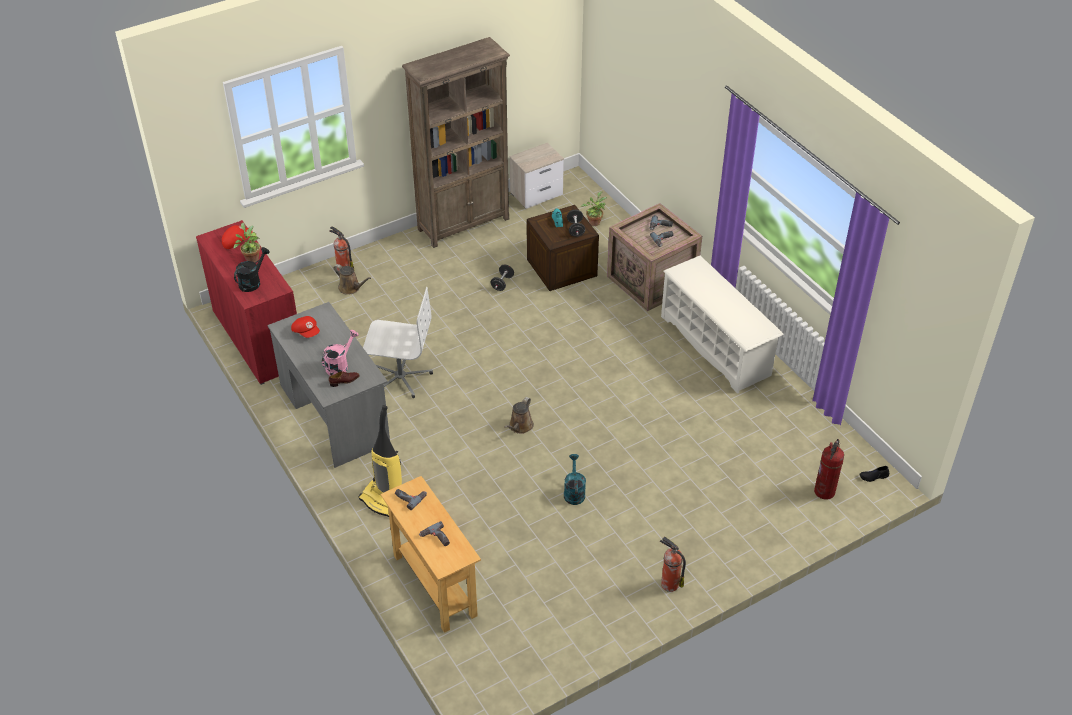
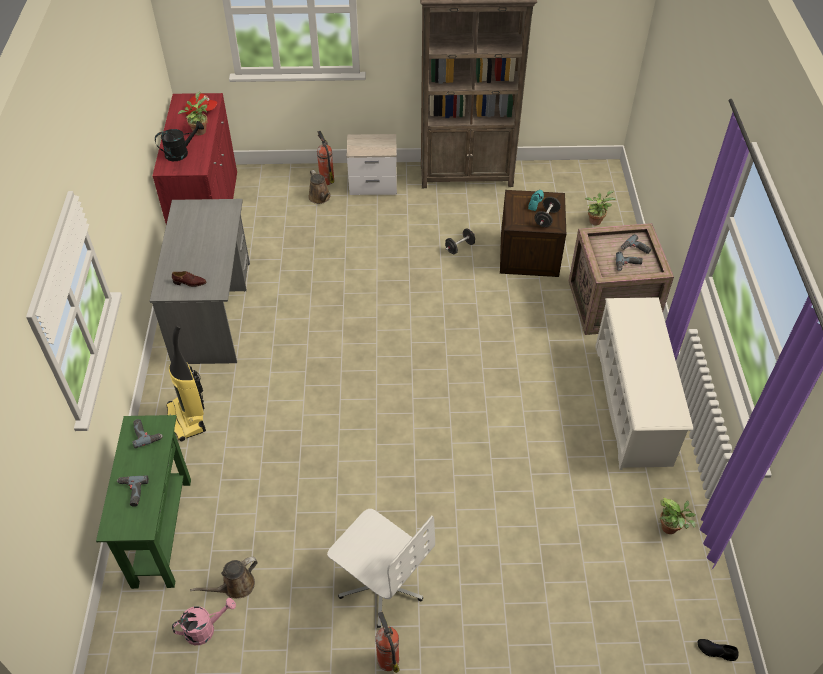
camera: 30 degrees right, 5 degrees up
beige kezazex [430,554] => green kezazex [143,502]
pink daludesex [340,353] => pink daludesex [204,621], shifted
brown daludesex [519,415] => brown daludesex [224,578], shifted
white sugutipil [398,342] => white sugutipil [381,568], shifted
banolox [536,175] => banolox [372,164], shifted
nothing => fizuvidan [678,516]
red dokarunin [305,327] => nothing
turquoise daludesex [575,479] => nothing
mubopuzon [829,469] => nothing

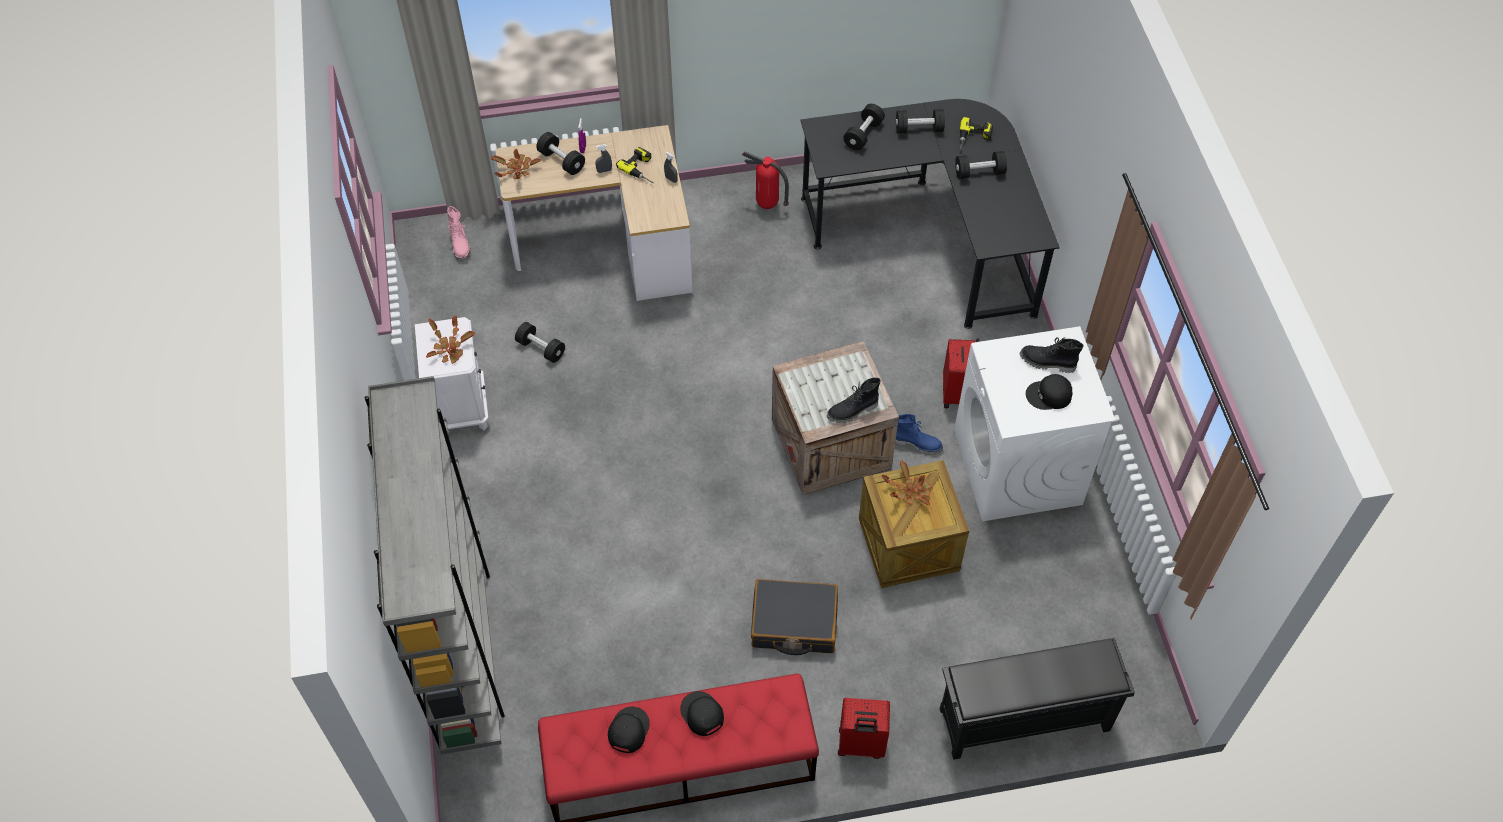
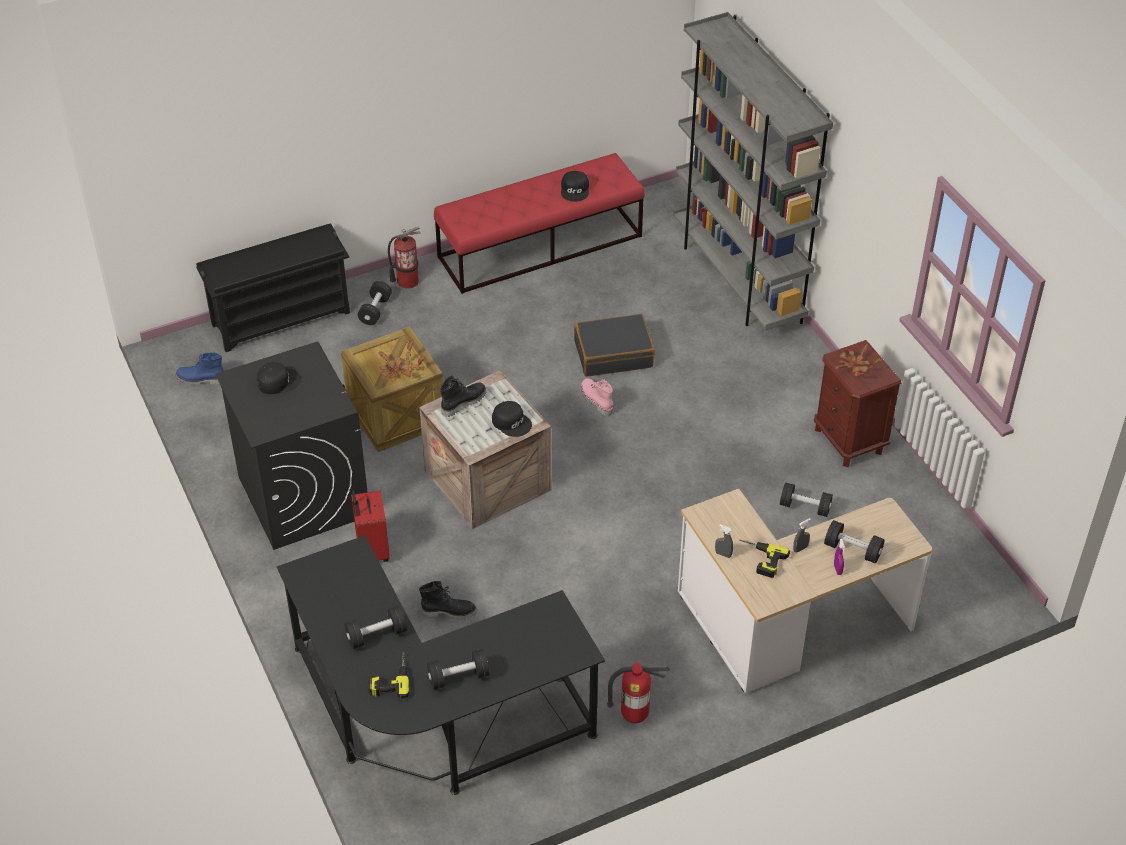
camera: 165 degrees right, 10 degrees down
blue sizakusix [919,434] => blue sizakusix [200,368], shifted
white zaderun [1035,423] => black zaderun [291,446]
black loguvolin [864,127] => black loguvolin [375,303], shifted
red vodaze [864,728] => mubopuzon [404,257]
black sizakusix [1051,355] => black sizakusix [448,600], shifted
black dokarunin [702,713] => black dokarunin [512,419], shifted
black vodaze [794,617] => black vodaze [614,345], shifted
pink sizakusix [459,234] => pink sizakusix [597,397], shifted
white banolox [452,375] => brown banolox [858,403]
fizuvidan [516,164] => nothing

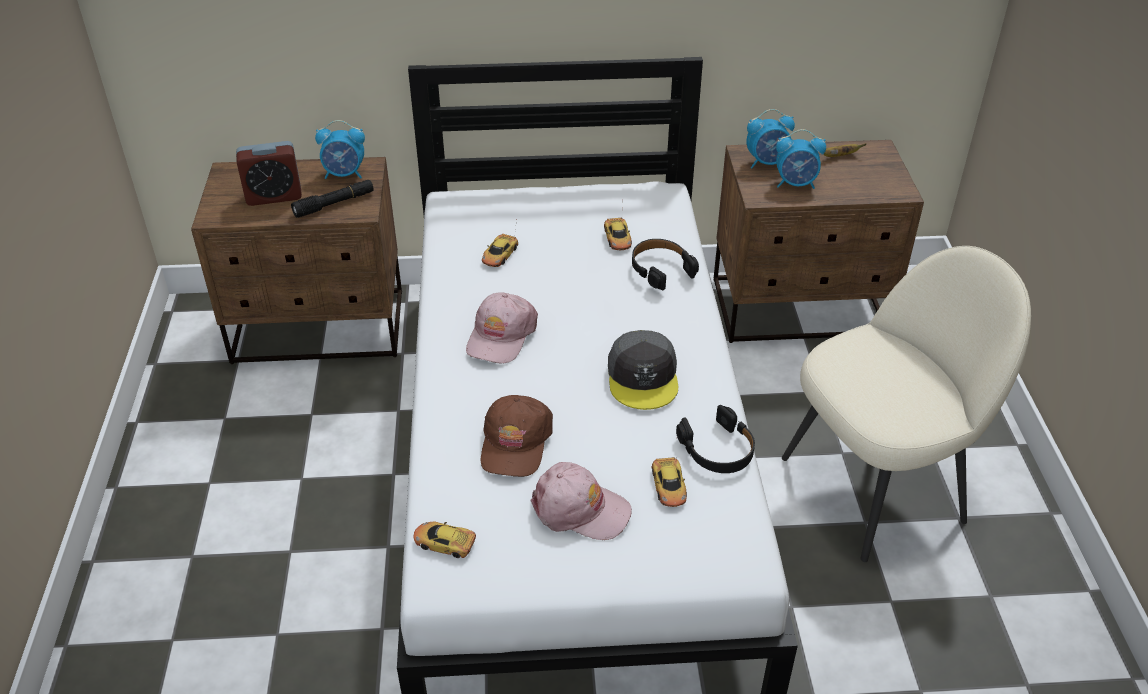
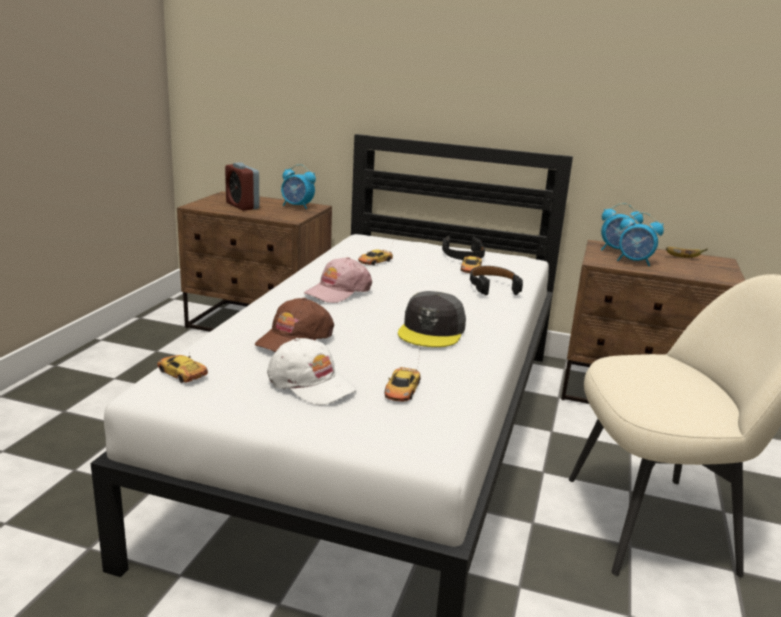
camera: 20 degrees right, 20 degrees down
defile [269,173] => defile [242,186], 45 degrees clockwise
pink dokarunin [581,501] => white dokarunin [312,372]
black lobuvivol [715,439] => black lobuvivol [463,248], shifted
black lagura [332,199] => nothing

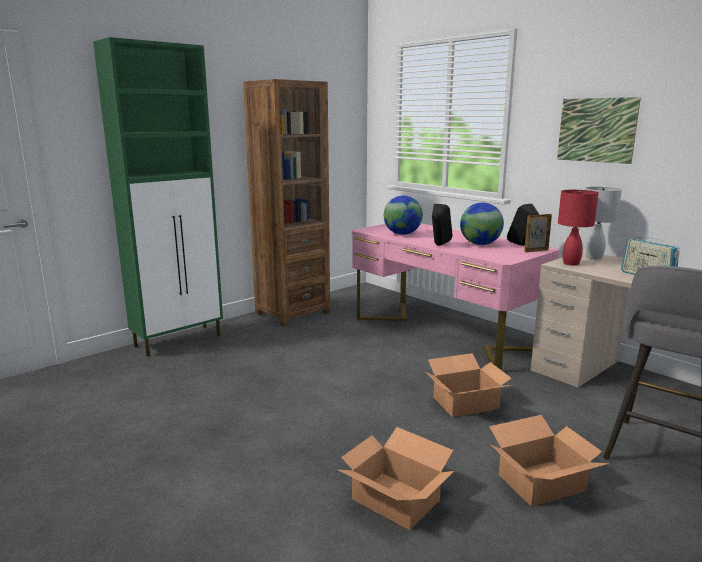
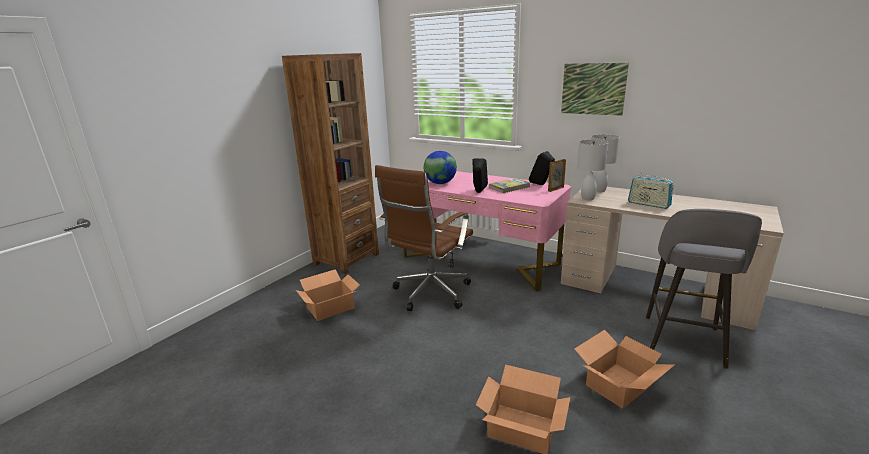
camera: 15 degrees left, 5 degrees up
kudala [468,385] => kudala [328,295], shifted
nothing => brown sugutipil [424,238]
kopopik [482,224] => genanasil [509,185]
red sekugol [578,227] => white sekugol [592,170]
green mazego [158,197] => nothing

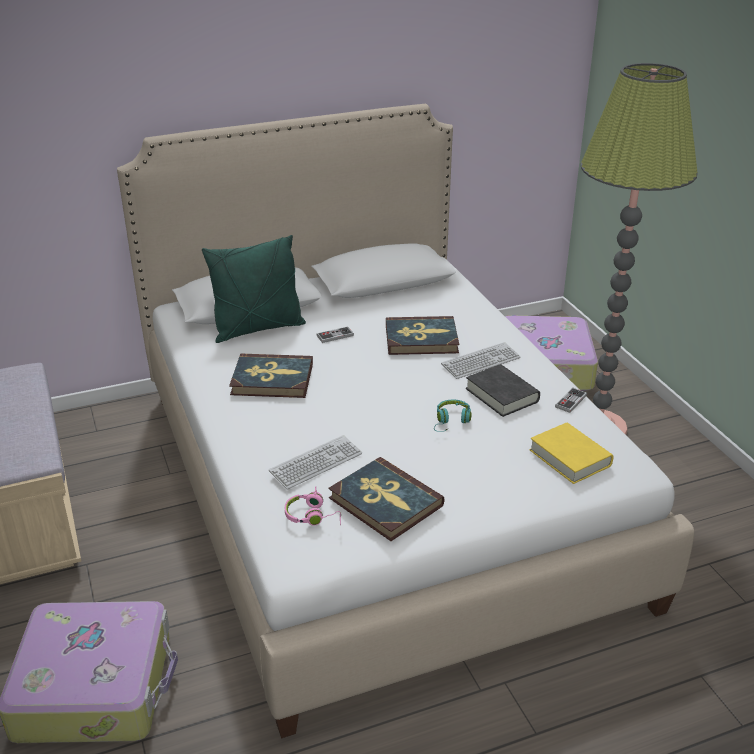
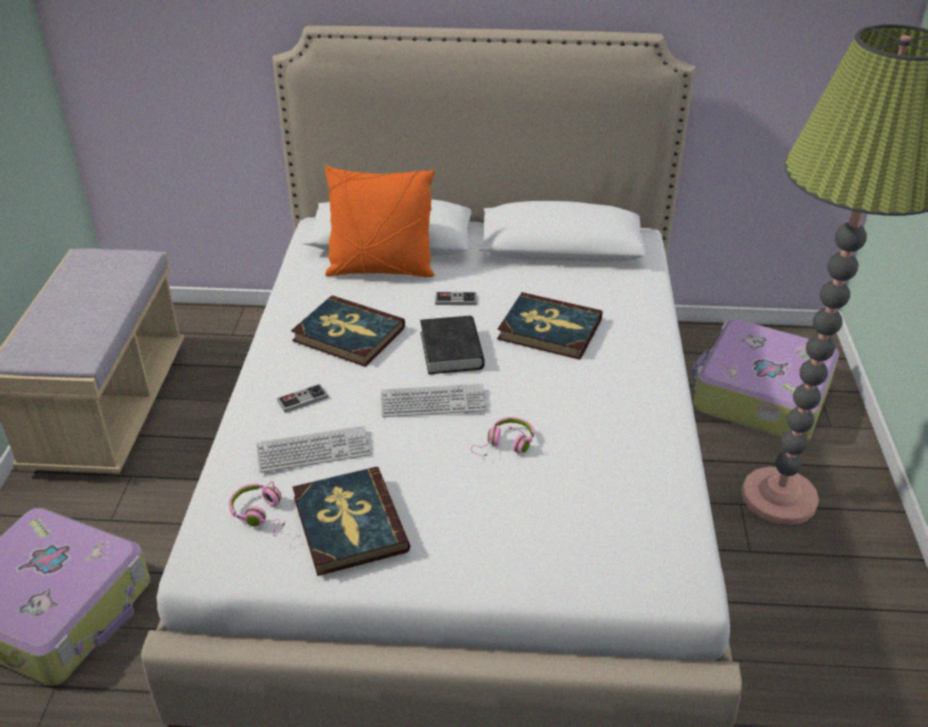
camera: 25 degrees right, 5 degrees up
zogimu [571,400] => zogimu [302,398], shifted
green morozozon [254,289] => orange morozozon [380,221]
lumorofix [480,360] => lumorofix [434,400], shifted
black genanasil [503,390] => black genanasil [452,345], shifted
turquoise lobuvivol [453,416] => pink lobuvivol [502,436]
yellow genanasil [571,453] => nothing

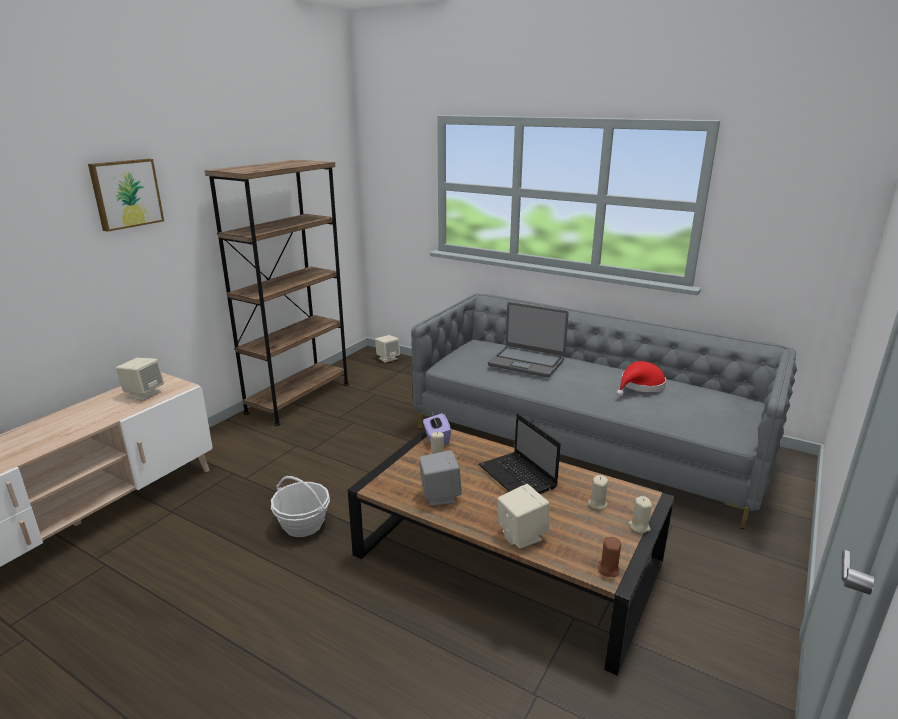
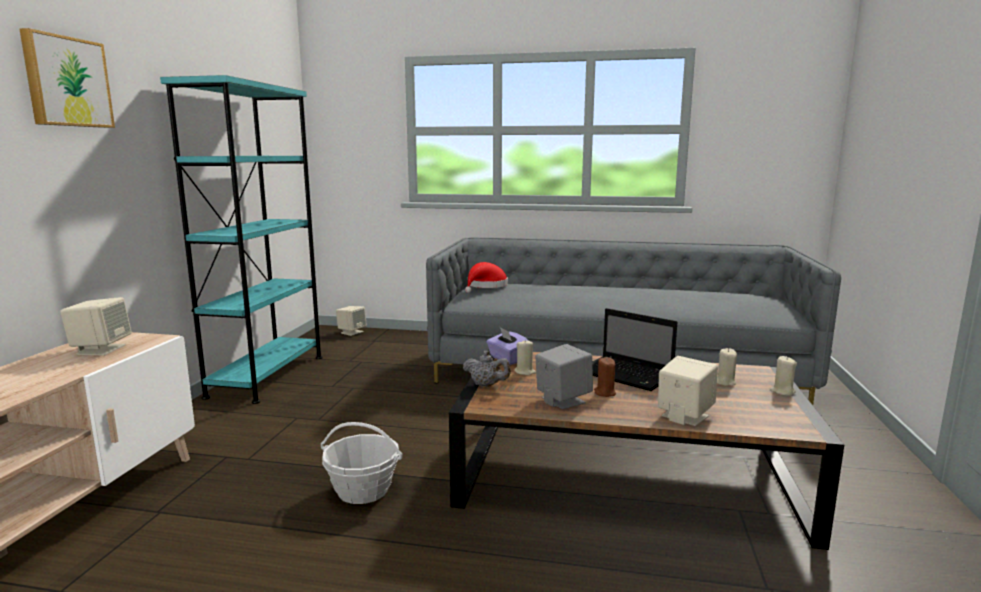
camera: 20 degrees left, 10 degrees down
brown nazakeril [277,293] => turquoise nazakeril [241,239]
nothing => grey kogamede [487,369]
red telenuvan [641,378] => red telenuvan [486,277], shifted
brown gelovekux [609,557] => brown gelovekux [605,377], shifted
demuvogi [528,340] => nothing

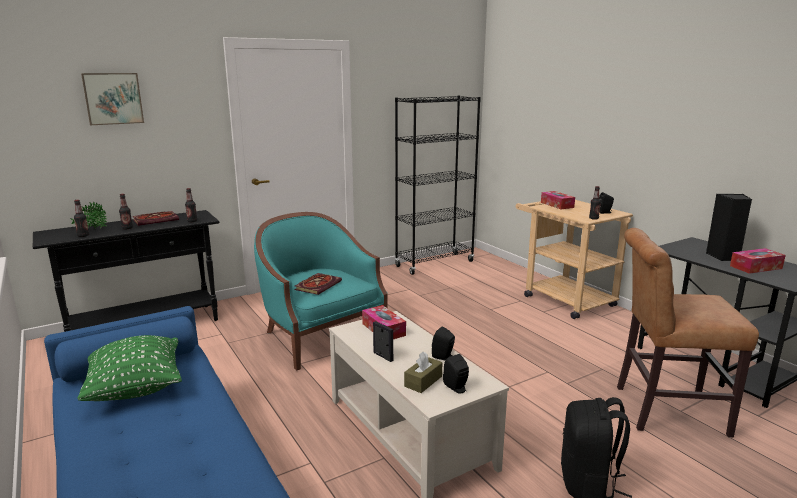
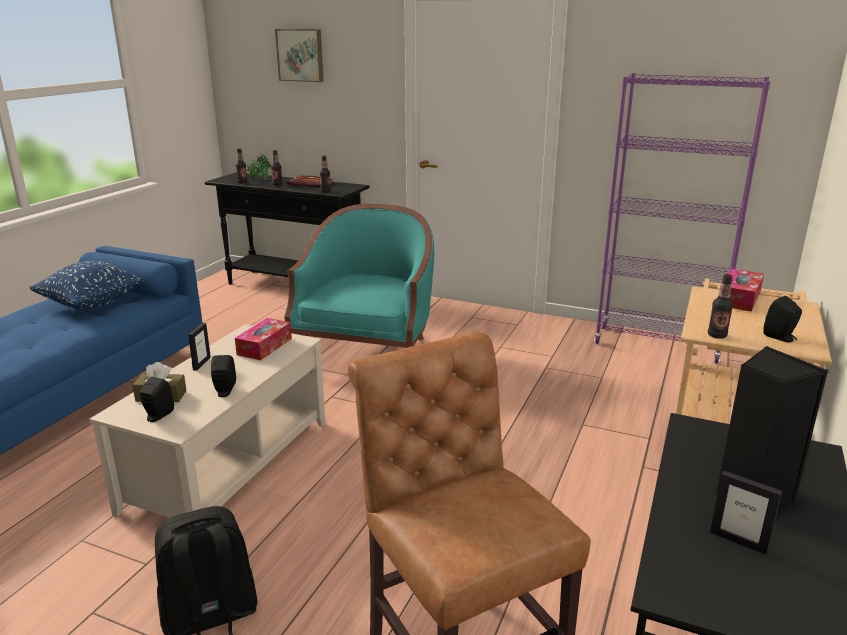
camera: 55 degrees right, 5 degrees up
green morozozon [130,368] => blue morozozon [86,285]
black nazakeril [438,185] => purple nazakeril [682,218]
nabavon [758,261] => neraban [746,513]
genanasil [318,284] => nothing

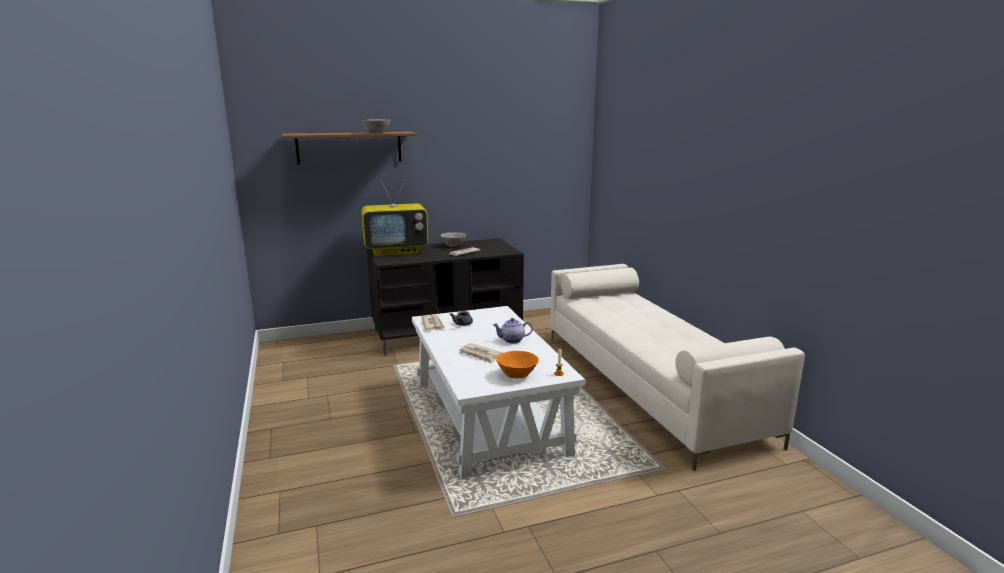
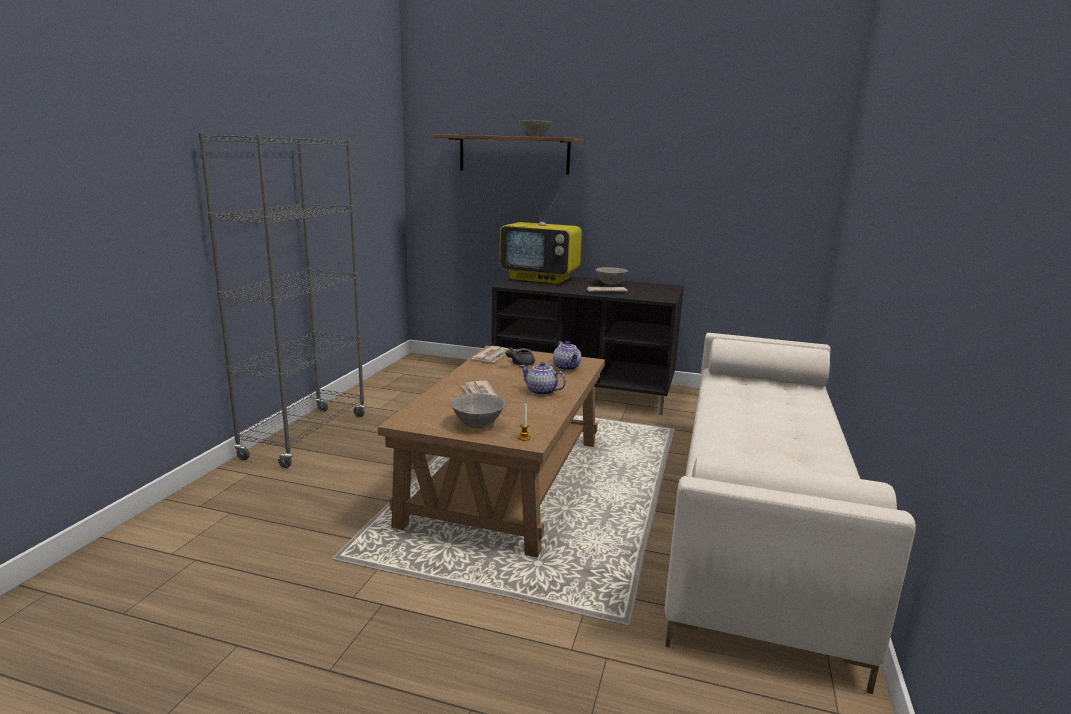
camera: 35 degrees right, 0 degrees up
nothing => grey nazakeril [282,300]
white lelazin [498,392] => brown lelazin [491,452]
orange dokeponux [517,364] => grey dokeponux [478,411]
nothing => kogamede [567,356]

